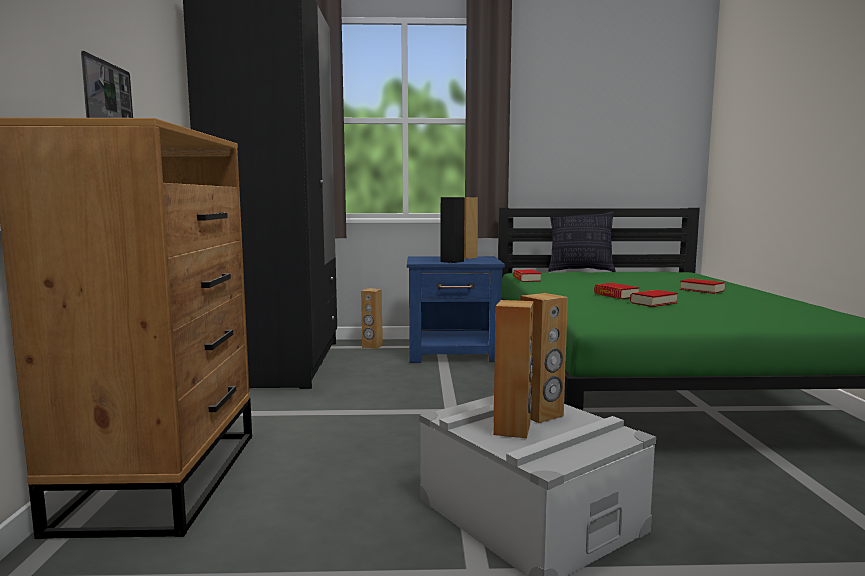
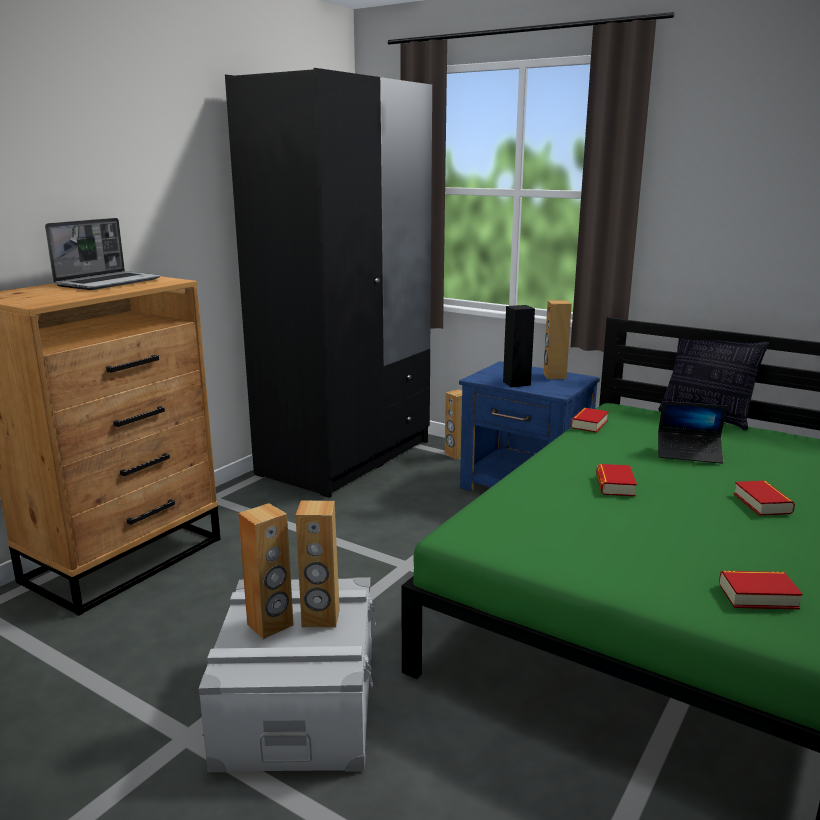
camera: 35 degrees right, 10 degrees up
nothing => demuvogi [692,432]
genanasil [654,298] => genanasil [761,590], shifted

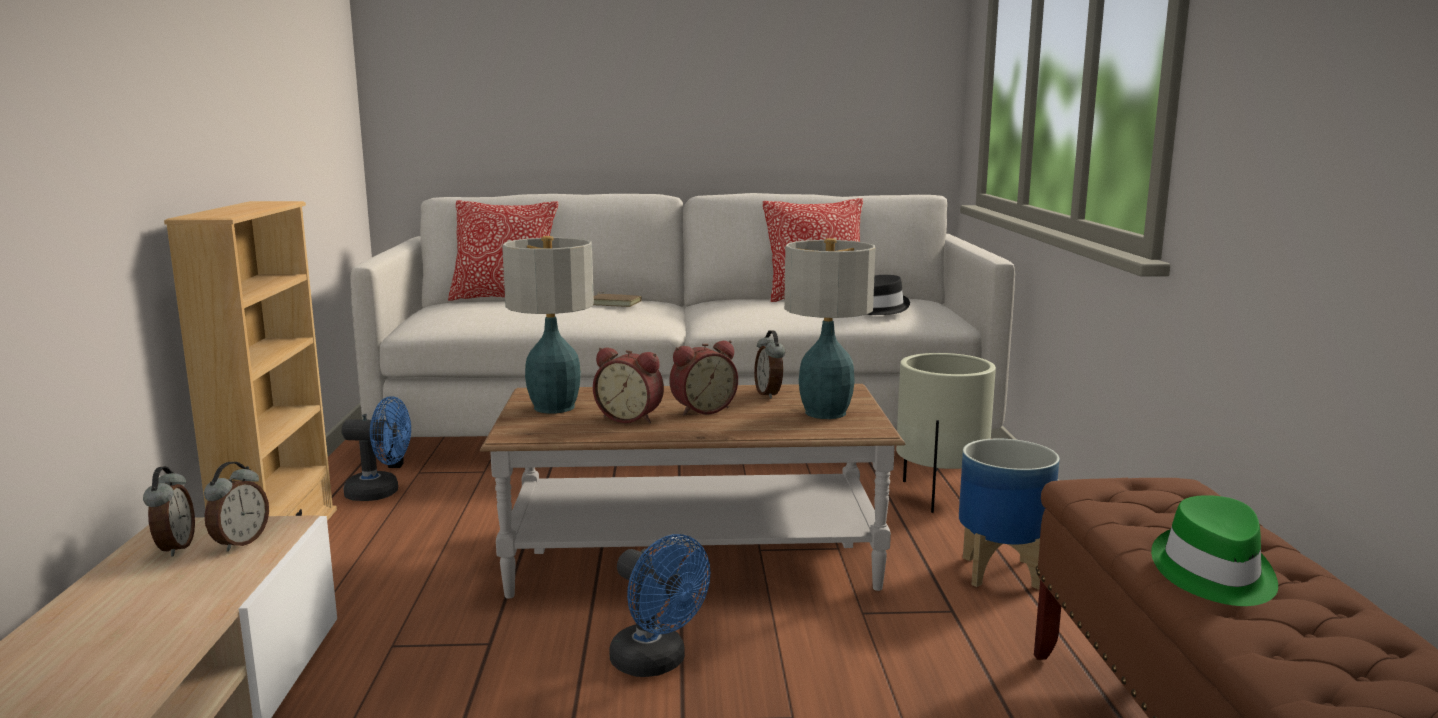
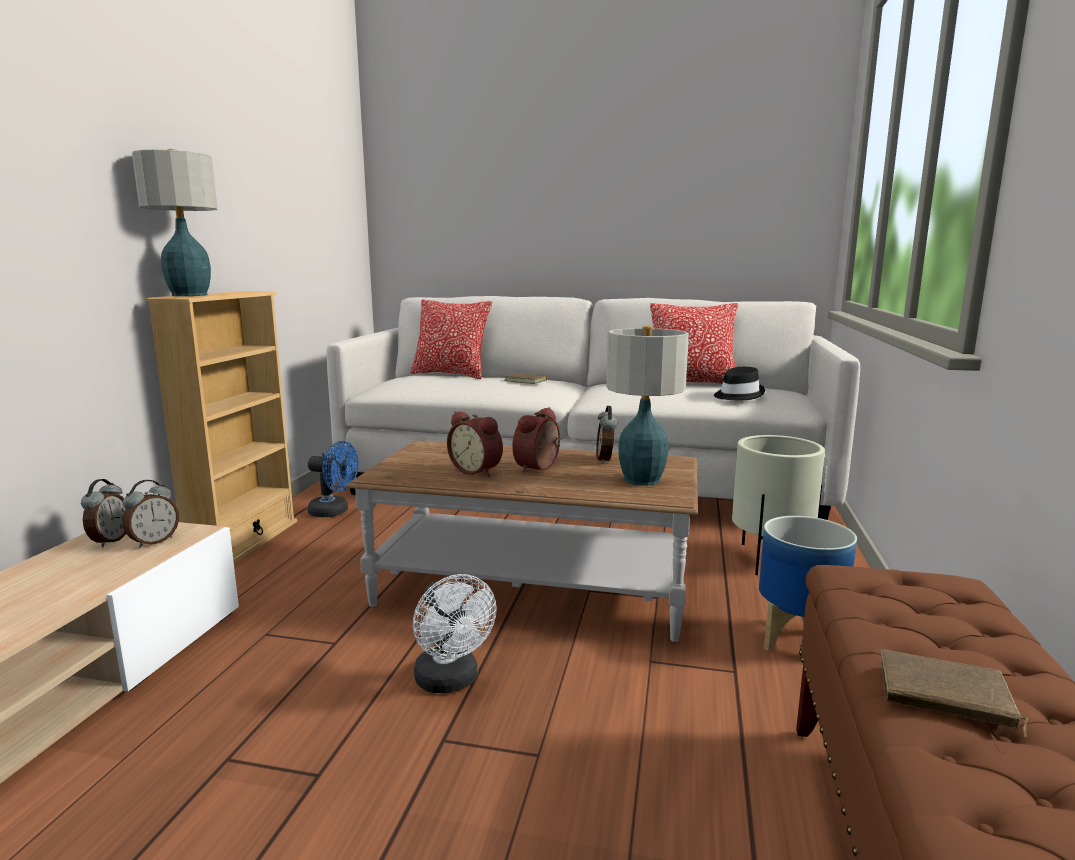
camera: 15 degrees right, 0 degrees up
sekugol [548,325] => sekugol [175,222], shifted
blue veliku [659,605] => white veliku [455,633]
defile [704,377] => defile [536,440], 135 degrees clockwise
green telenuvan [1214,550] => brown genanasil [954,694]

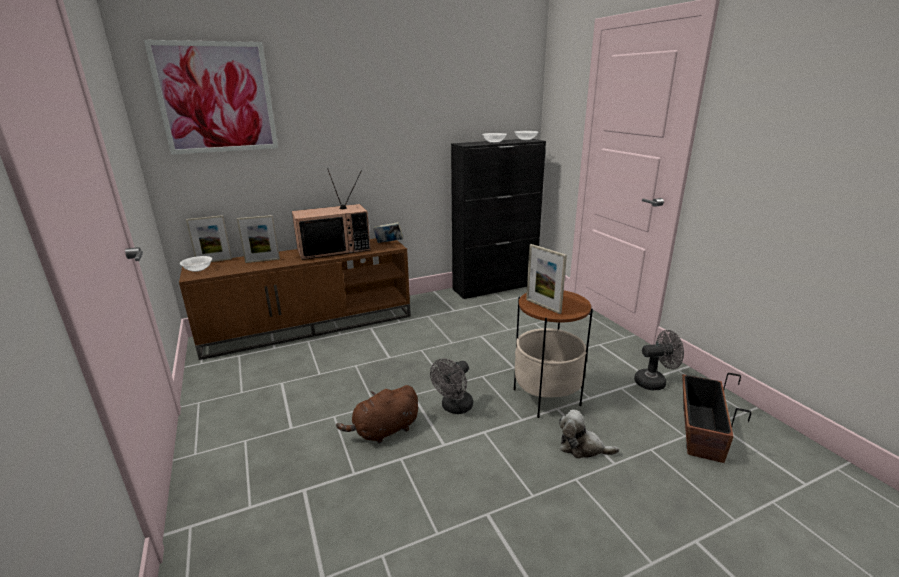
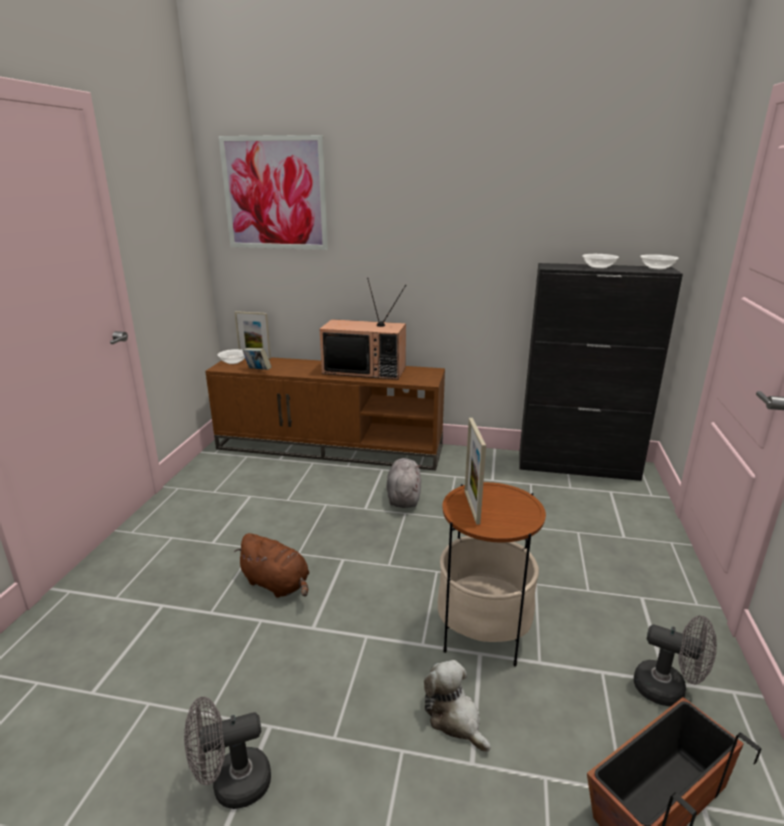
camera: 35 degrees right, 0 degrees up
grey veliku [451,386] => grey veliku [227,753], shifted
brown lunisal [377,414] => brown lunisal [271,565], 150 degrees counterclockwise
genanasil [388,232] => genanasil [257,359], shifted
nothing => grey lunisal [404,483]
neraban [258,239] => nothing

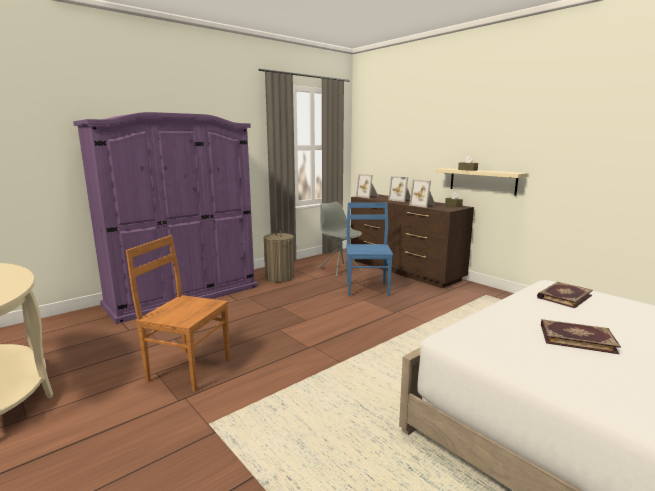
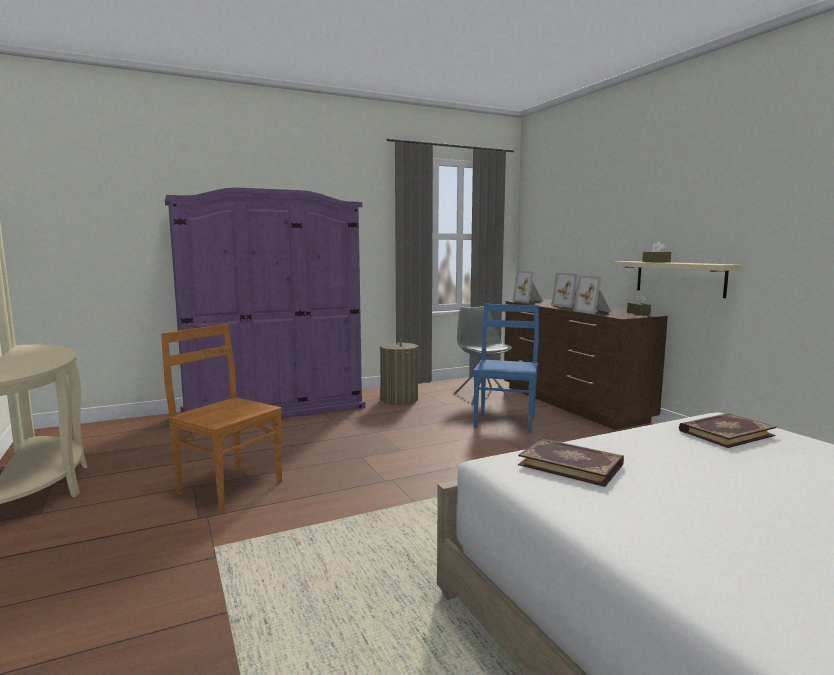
camera: 15 degrees right, 5 degrees down
genanasil [581,336] => genanasil [571,462], shifted

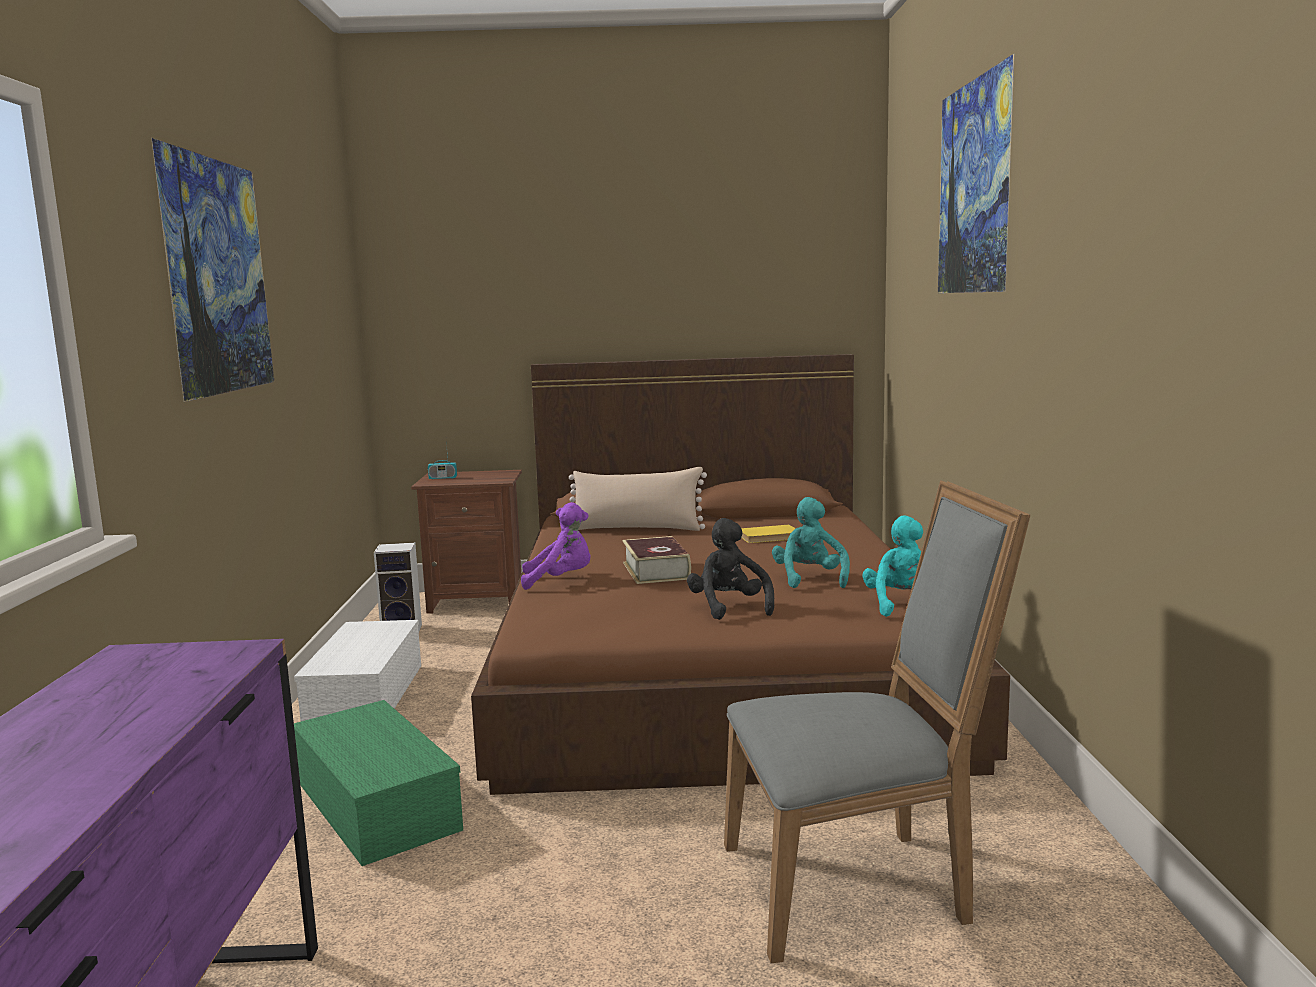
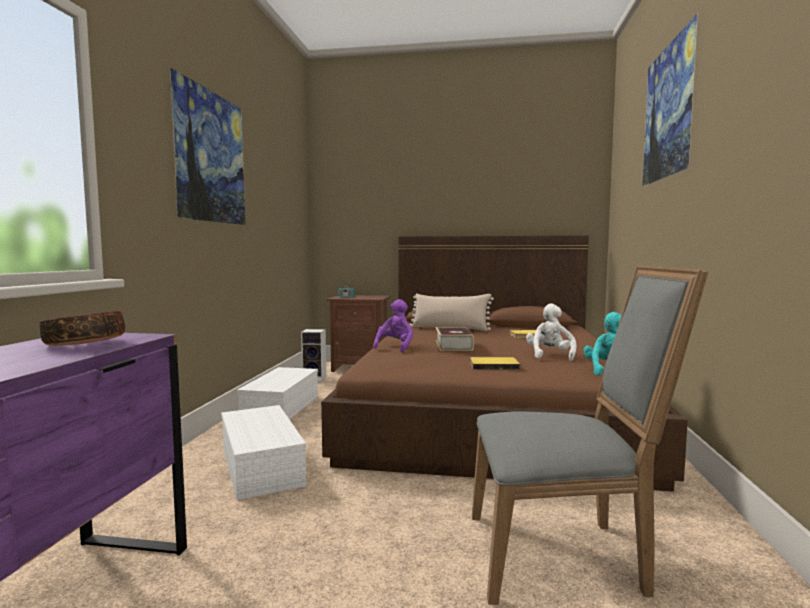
camera: 10 degrees right, 5 degrees down
nothing => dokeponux [82,328]
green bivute [378,783] => white bivute [263,452]
purple lunisal [556,546] => purple lunisal [393,325], 75 degrees counterclockwise
black lunisal [730,569] => yellow genanasil [495,363]
turquoise lunisal [811,542] => white lunisal [551,332]

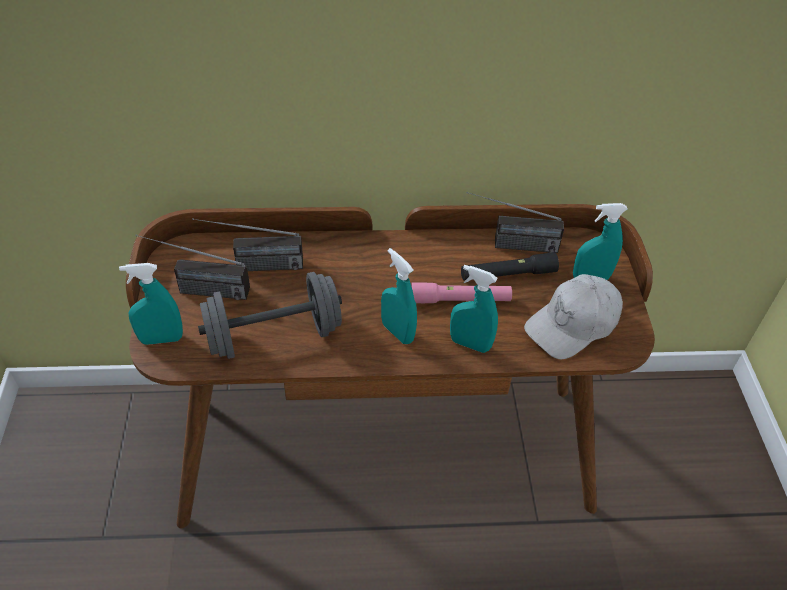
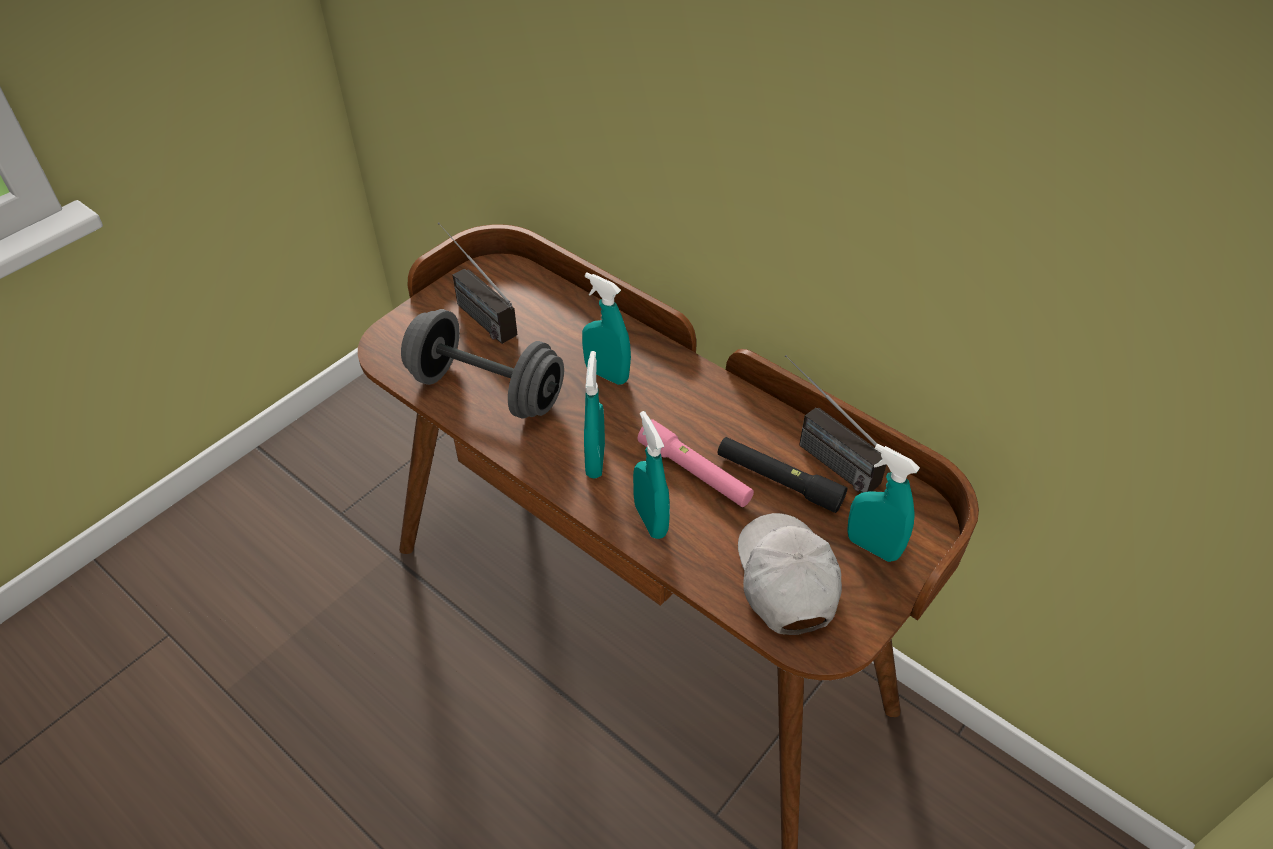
camera: 45 degrees right, 0 degrees up
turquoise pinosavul [151,304] => turquoise pinosavul [606,329], shifted
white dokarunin [573,317] => white dokarunin [790,574], 75 degrees clockwise
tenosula [247,245] => nothing

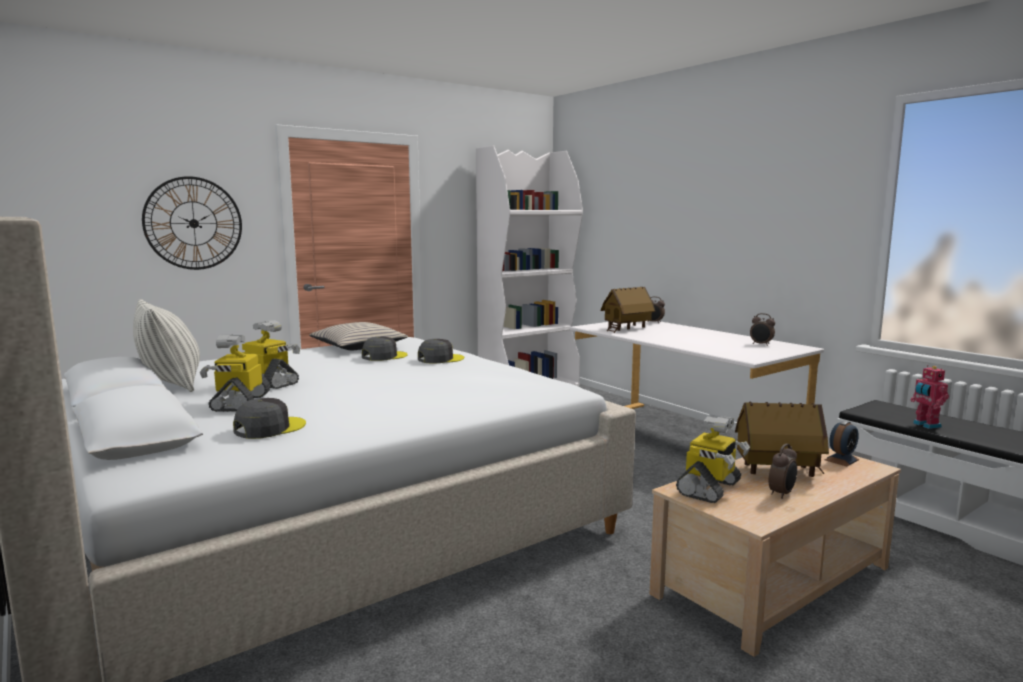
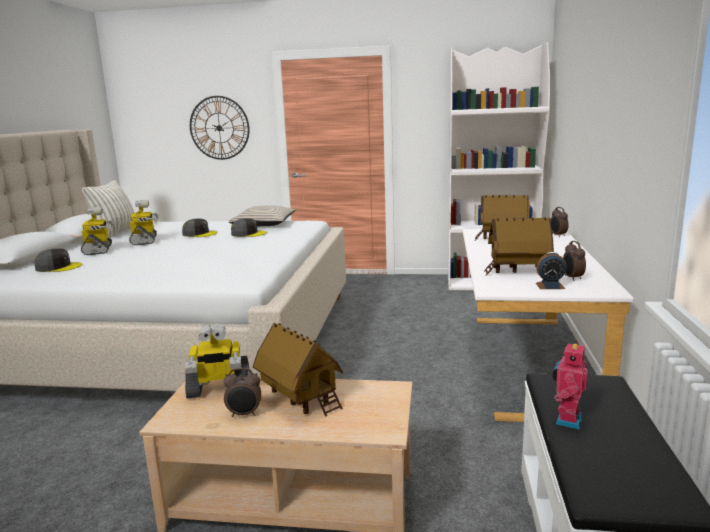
camera: 45 degrees right, 5 degrees up
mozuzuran [235,373] => mozuzuran [97,231], 120 degrees clockwise
grey dokarunin [441,351] => grey dokarunin [199,227], shifted
nothing => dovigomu [519,246]
defile [842,443] => defile [551,270], shifted

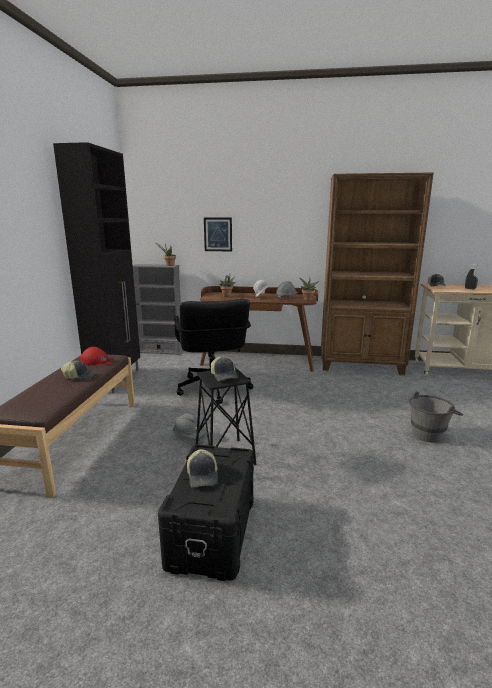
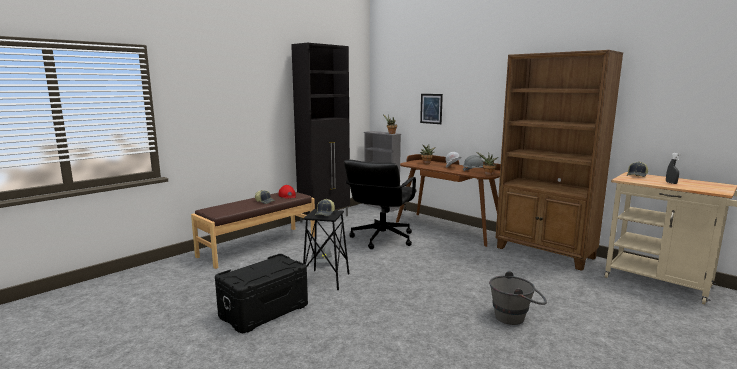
camera: 35 degrees right, 5 degrees down
dokarunin [202,468] => nothing

